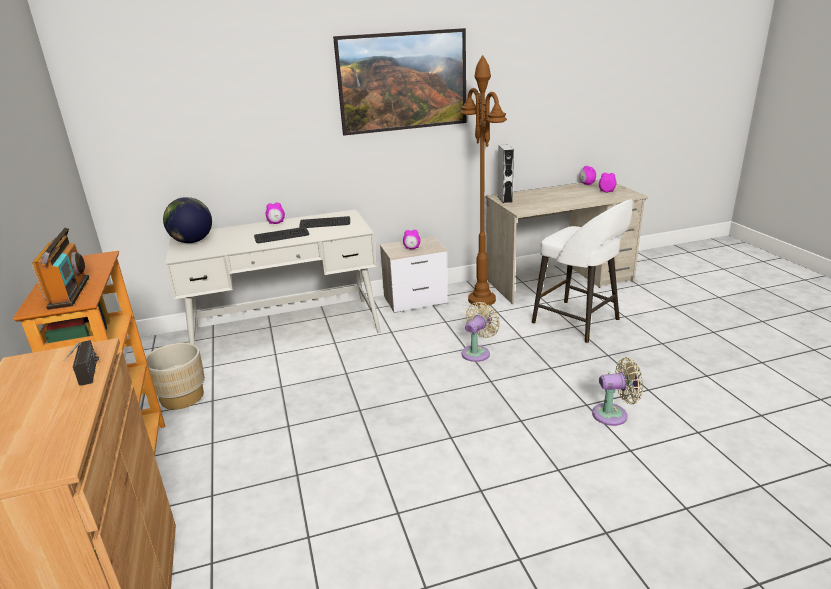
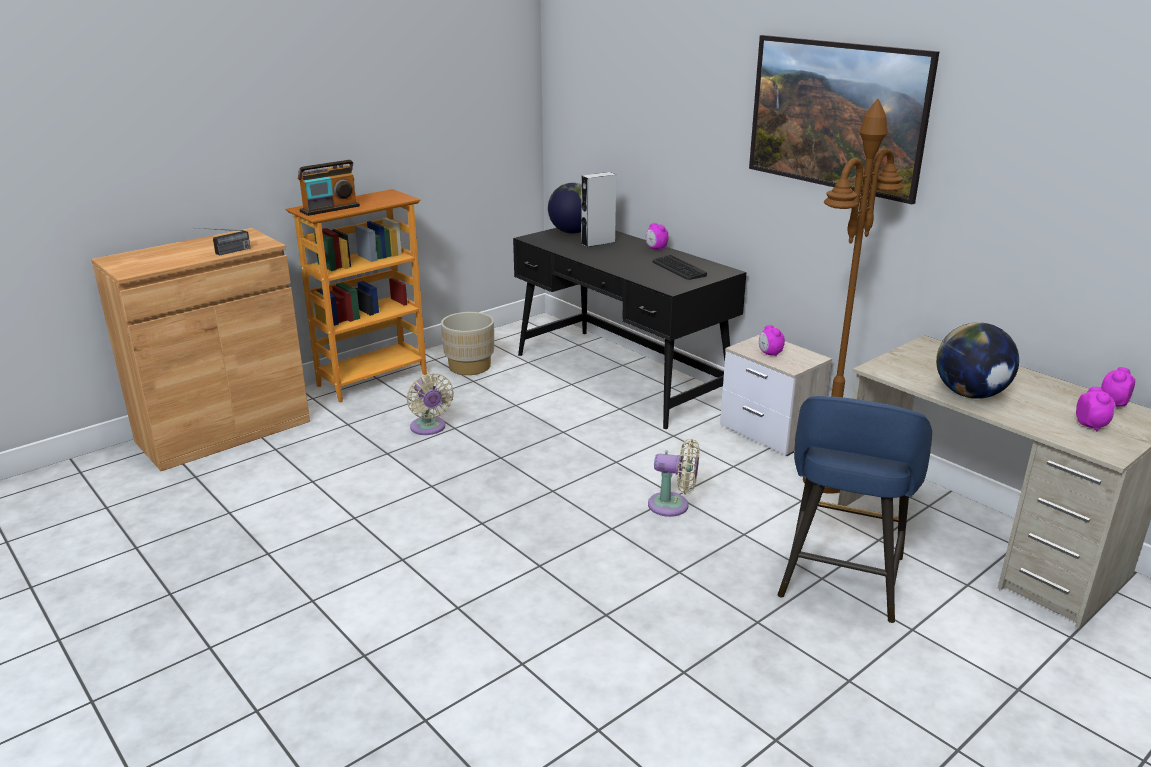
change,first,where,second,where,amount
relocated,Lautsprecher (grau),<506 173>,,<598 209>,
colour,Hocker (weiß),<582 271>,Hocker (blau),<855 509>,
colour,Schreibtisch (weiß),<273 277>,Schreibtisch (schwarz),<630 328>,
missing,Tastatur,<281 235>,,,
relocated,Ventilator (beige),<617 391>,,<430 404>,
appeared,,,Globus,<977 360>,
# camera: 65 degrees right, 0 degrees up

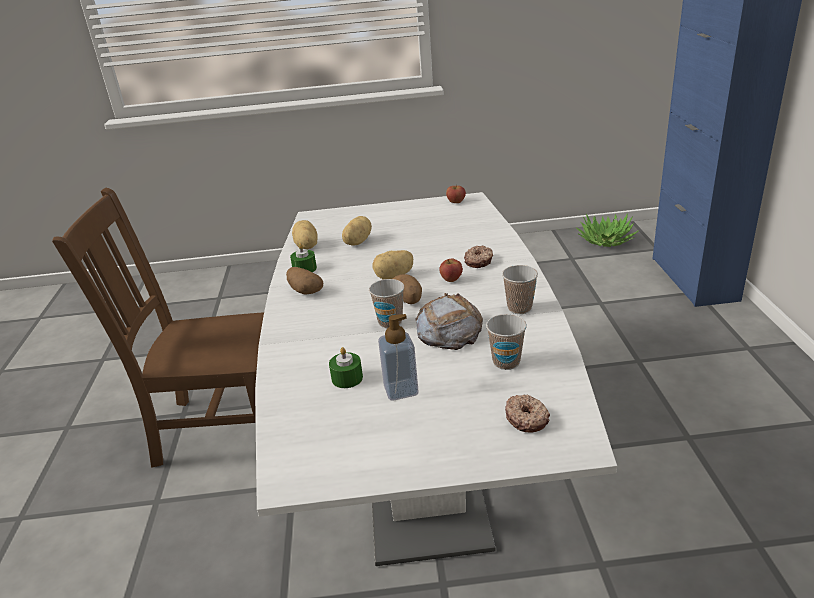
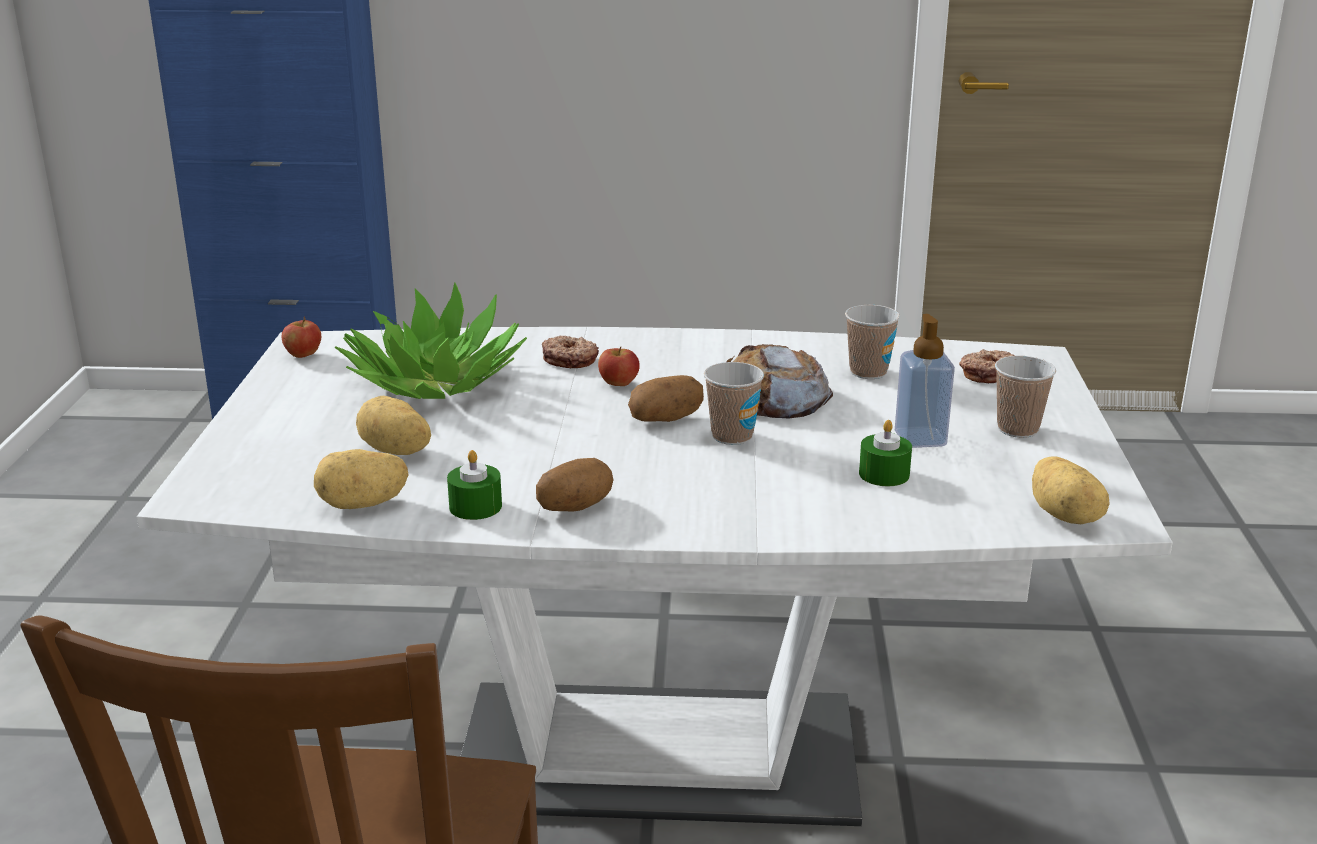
change,first,where,second,where,amount
relocated,Topfpflanze,<607 230>,,<431 340>,
relocated,Kartoffel,<393 264>,,<1071 490>,
relocated,Tasse,<520 289>,,<1025 397>,
# camera: 85 degrees left, 5 degrees down

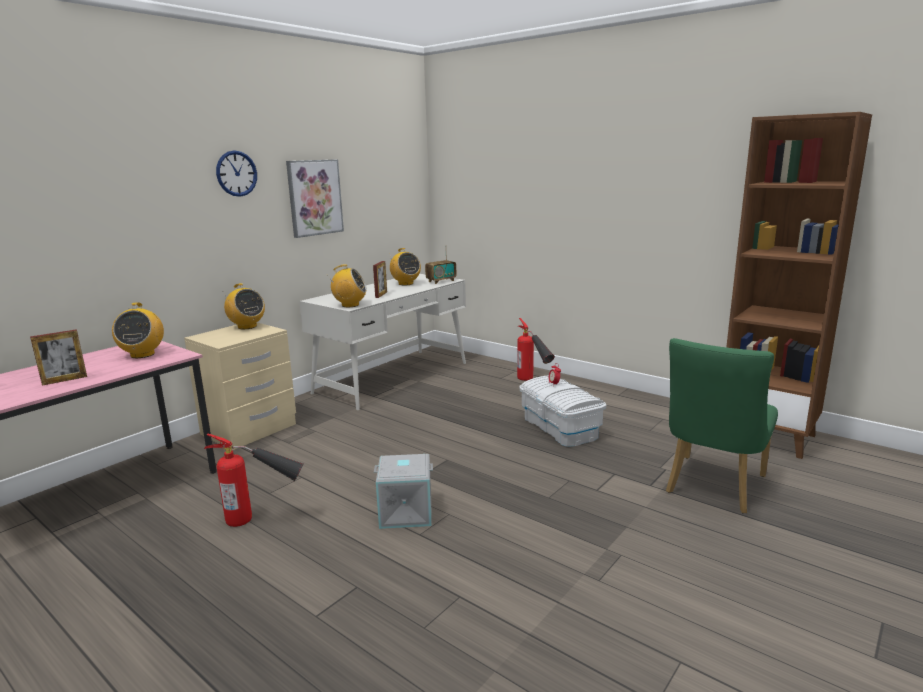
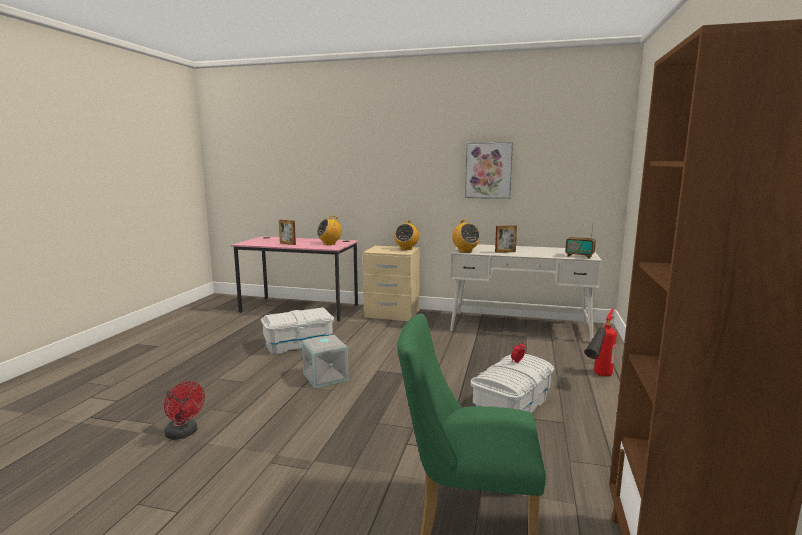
change,first,where,second,where,amount
missing,Wanduhr,<236 173>,,,
missing,Radio,<405 266>,,,
exchanged,Feuerlöscher,<254 480>,Aufbewahrungsbox (weiß),<297 331>,
appeared,,,Ventilator (rot),<184 410>,
# camera: 65 degrees right, 5 degrees down

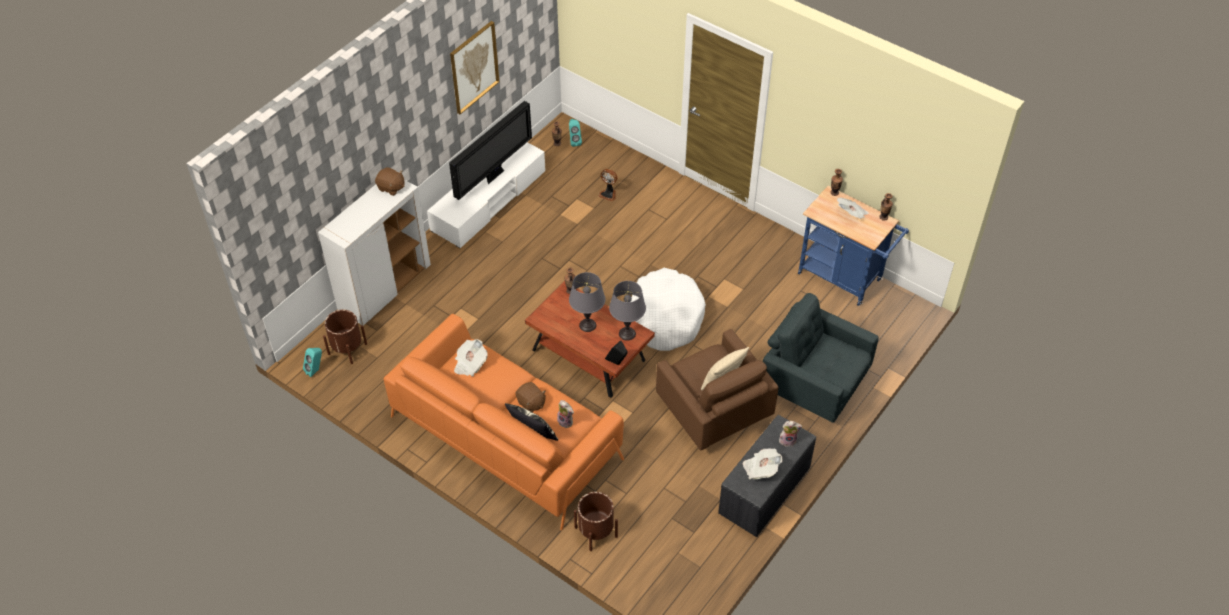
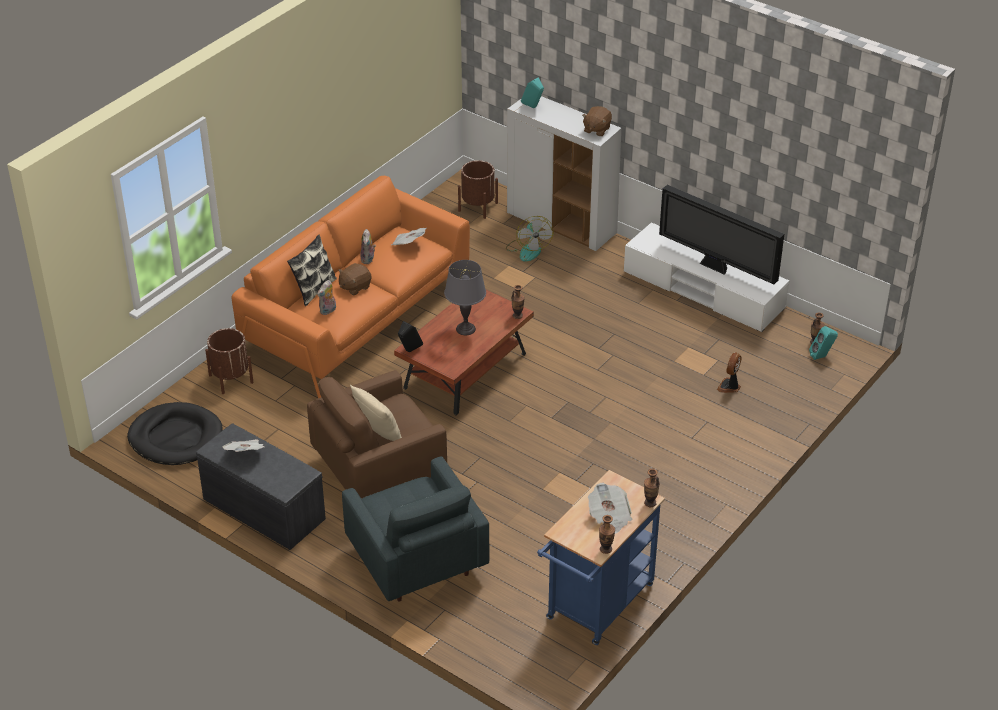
change,first,where,second,where,amount
missing,Bild,<474 67>,,,
missing,Hundebett (weiß),<668 309>,,,
missing,Tischlampe (grau),<627 311>,,,
spun,Sessel (grau),<821 358>,,<415 529>,120 degrees clockwise
relocated,Lautsprecher (türkis),<312 362>,,<532 92>,
relocated,Plüschtier,<790 434>,,<368 246>,
appeared,,,Ventilator,<530 238>,
appeared,,,Hundebett (schwarz),<175 433>,
# camera: 90 degrees right, 10 degrees down

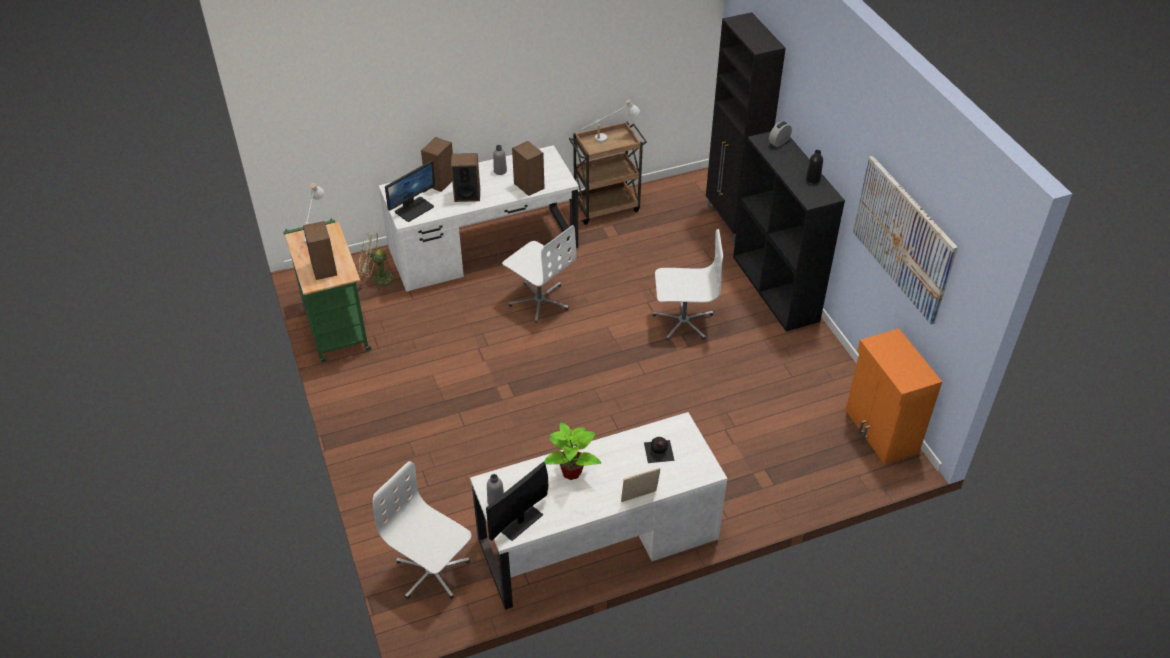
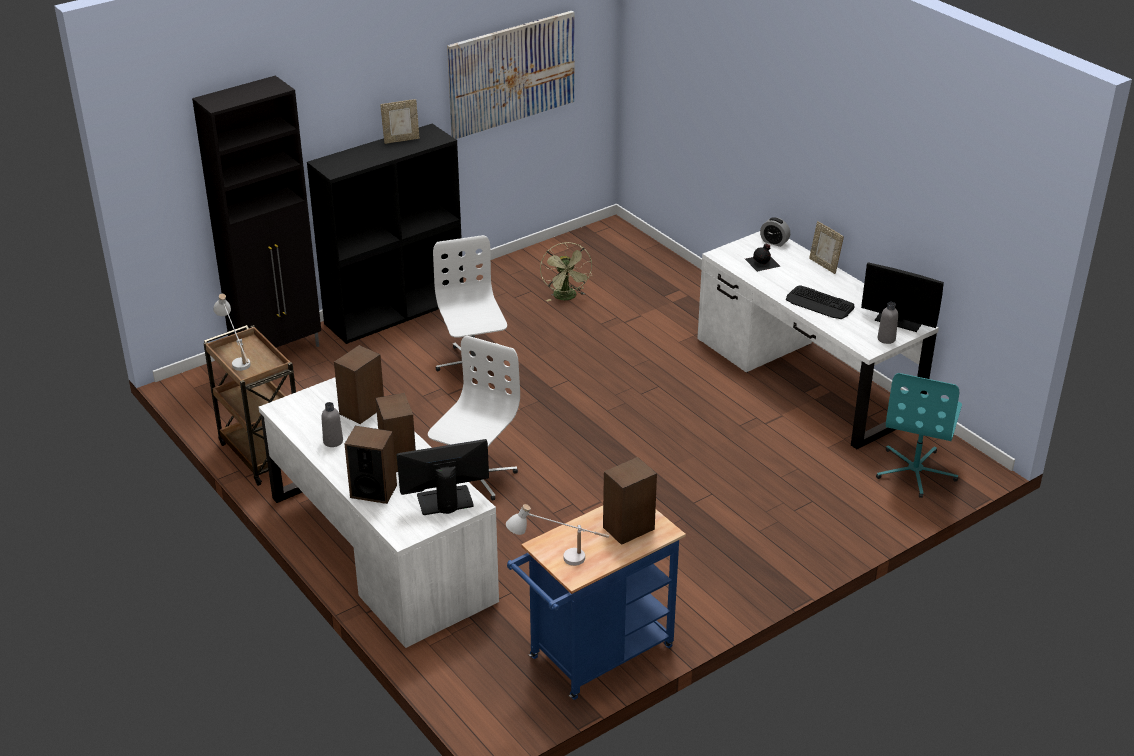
change,first,where,second,where,amount
relocated,Wecker,<780 134>,,<775 232>,
exchanged,Flasche (schwarz),<814 166>,Bilderrahmen,<400 121>,
spun,Monitor,<410 191>,,<443 477>,45 degrees counterclockwise
colour,Rollwagen (grün),<327 290>,Rollwagen (blau),<596 603>,
relocated,Ventilator (grün),<378 261>,,<566 272>,
missing,Schrank (orange),<894 396>,,,
exchanged,Topfpflanze,<572 451>,Tastatur,<820 302>,
colour,Bürostuhl (weiß),<422 530>,Bürostuhl (türkis),<919 435>,
# camera: 105 degrees left, 10 degrees down

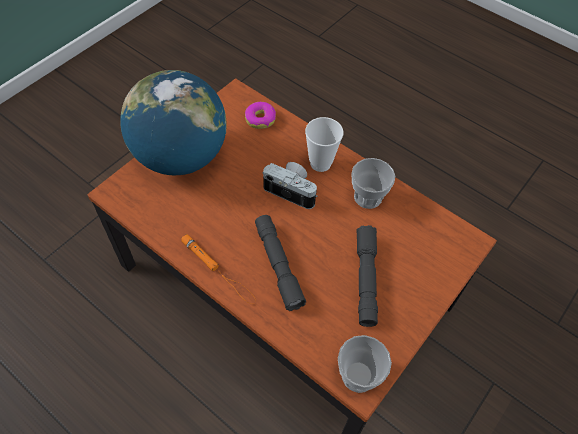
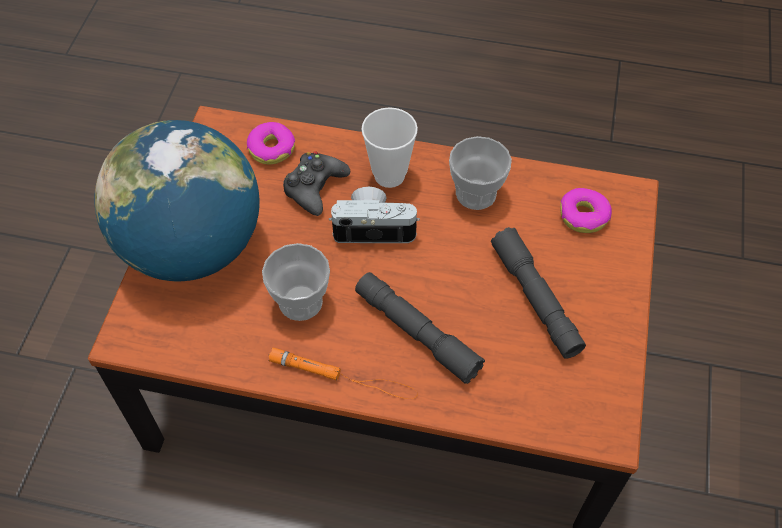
change,first,where,second,where,amount
relocated,Tasse,<365 364>,,<296 282>,
appeared,,,Gamepad (schwarz),<316 183>,
appeared,,,Donut,<586 210>,
# camera: 25 degrees left, 0 degrees up

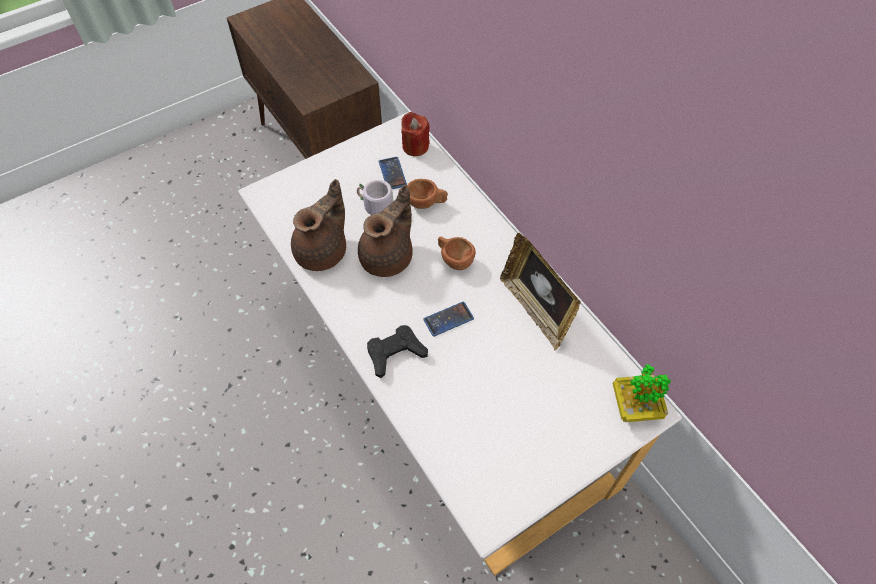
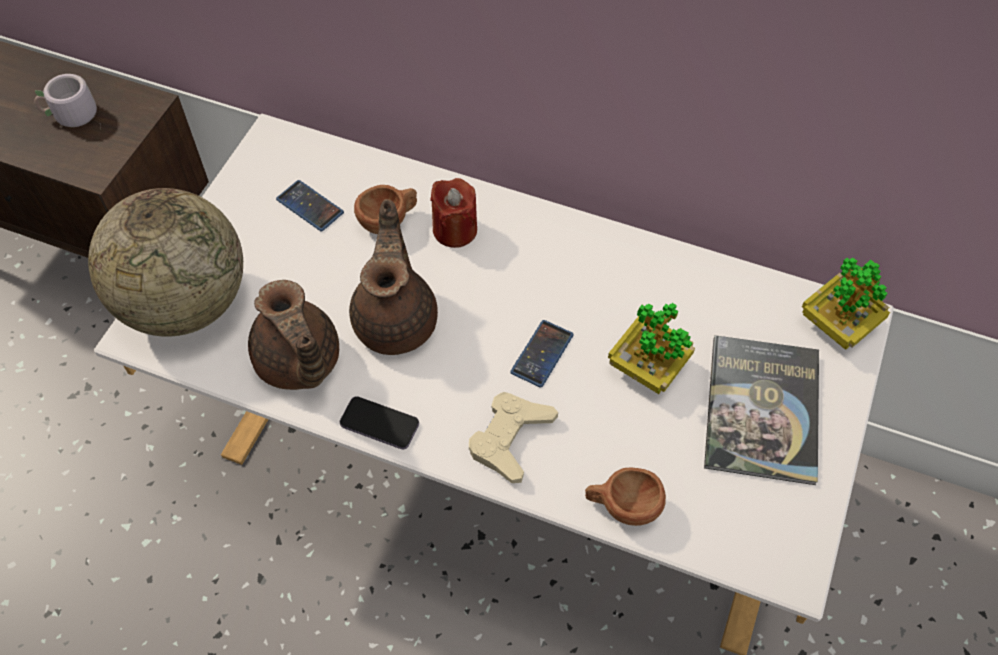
change,first,where,second,where,amount
relocated,Kerze (rot),<415 134>,,<453 213>,
spun,Teekanne (braun),<318 225>,,<293 335>,150 degrees clockwise
relocated,Henkelbecher (grau),<375 197>,,<65 100>,
missing,Bilderrahmen,<540 291>,,,
relocated,Tasse (braun),<457 253>,,<625 496>,
colour,Gamepad (schwarz),<397 351>,Gamepad (beige),<513 437>,
appeared,,,Globus,<165 262>,
appeared,,,Topfpflanze,<651 348>,
appeared,,,Buch,<761 410>,
appeared,,,Handy,<379 422>,
# camera: 35 degrees left, 0 degrees up

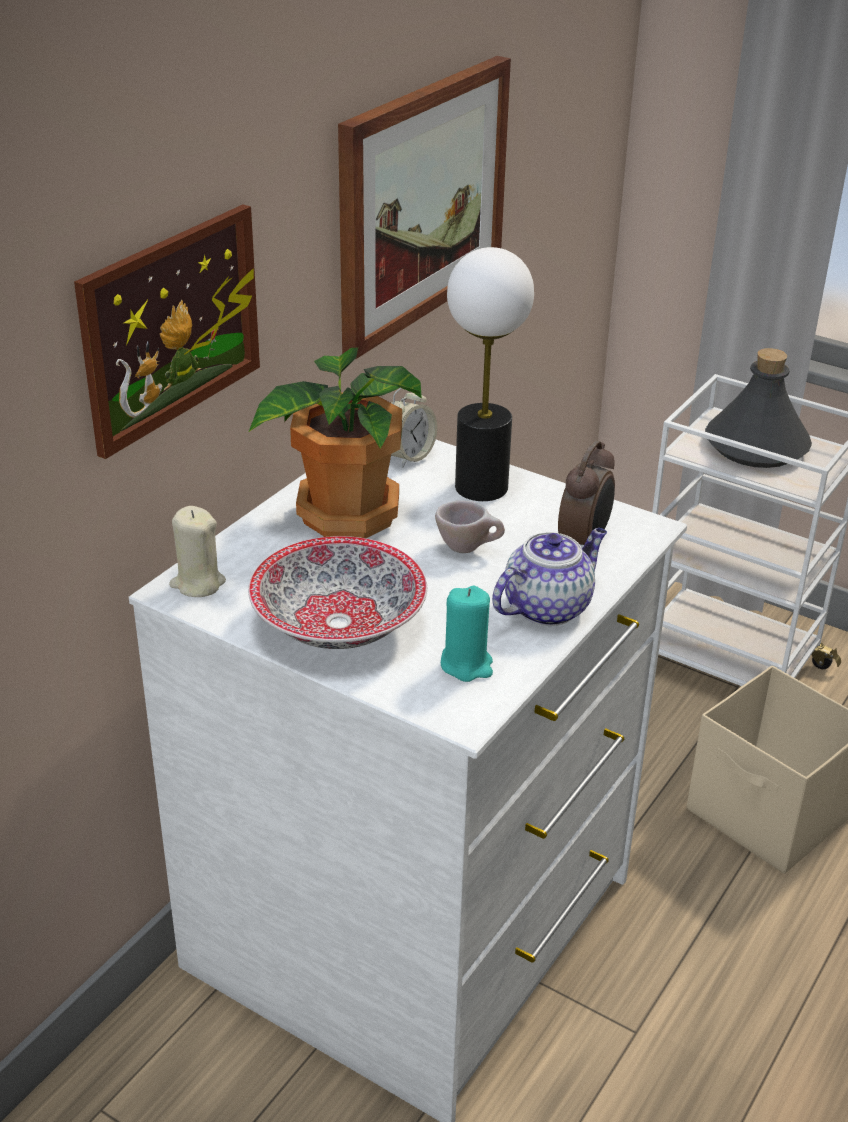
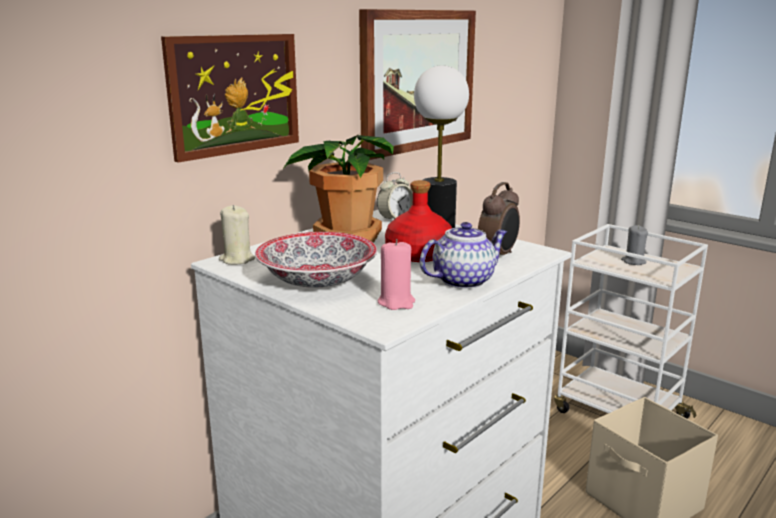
change,first,where,second,where,amount
exchanged,Flasche (grau),<758 408>,Kerze (grau),<634 245>,
exchanged,Tasse (beige),<470 527>,Flasche (rot),<418 221>,
colour,Kerze (türkis),<467 634>,Kerze (rosa),<396 274>,
# camera: 10 degrees right, 15 degrees down

